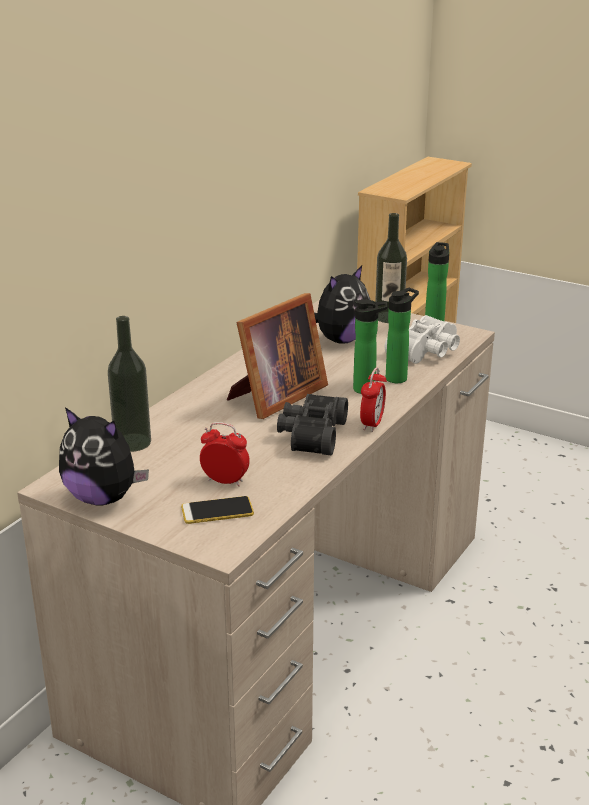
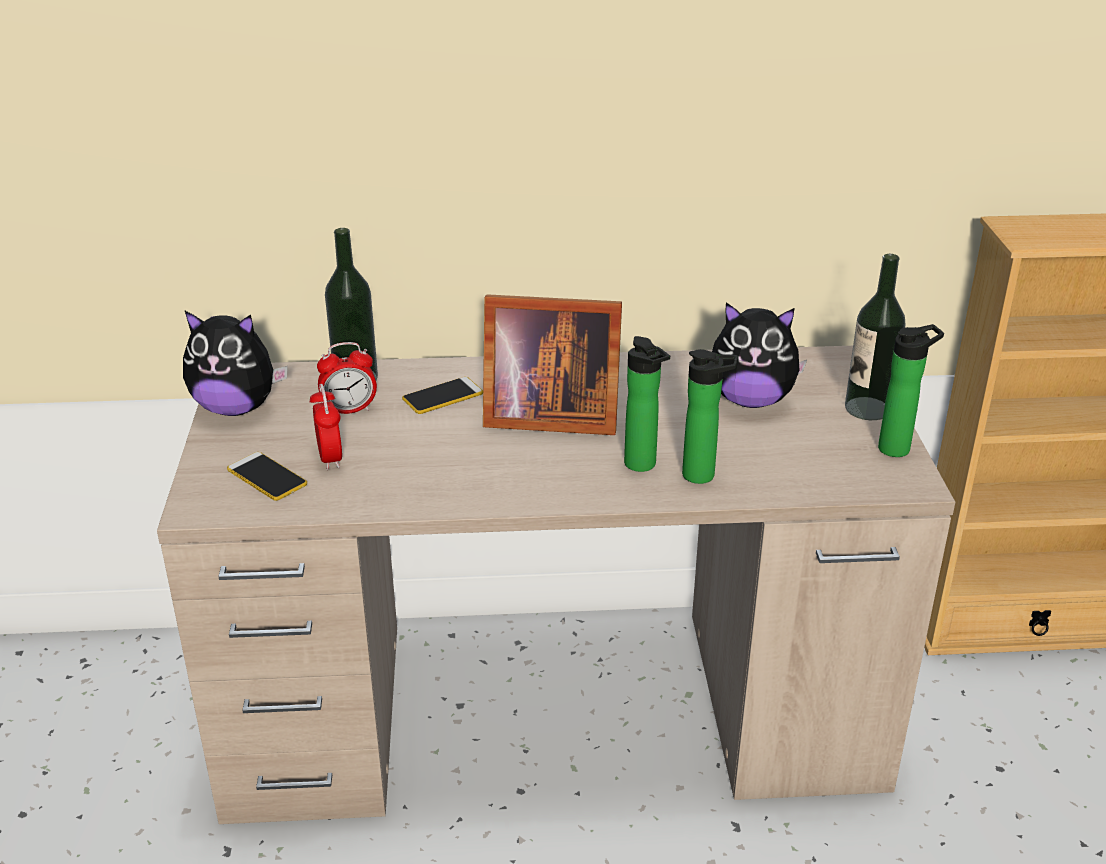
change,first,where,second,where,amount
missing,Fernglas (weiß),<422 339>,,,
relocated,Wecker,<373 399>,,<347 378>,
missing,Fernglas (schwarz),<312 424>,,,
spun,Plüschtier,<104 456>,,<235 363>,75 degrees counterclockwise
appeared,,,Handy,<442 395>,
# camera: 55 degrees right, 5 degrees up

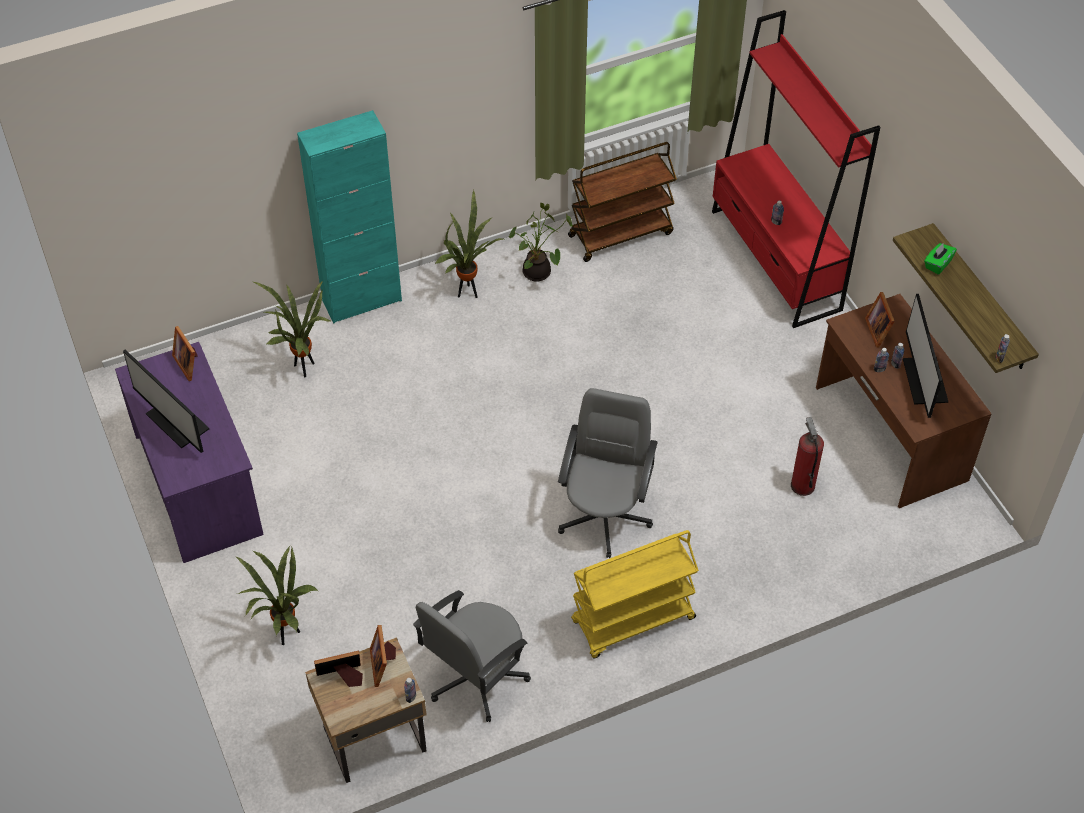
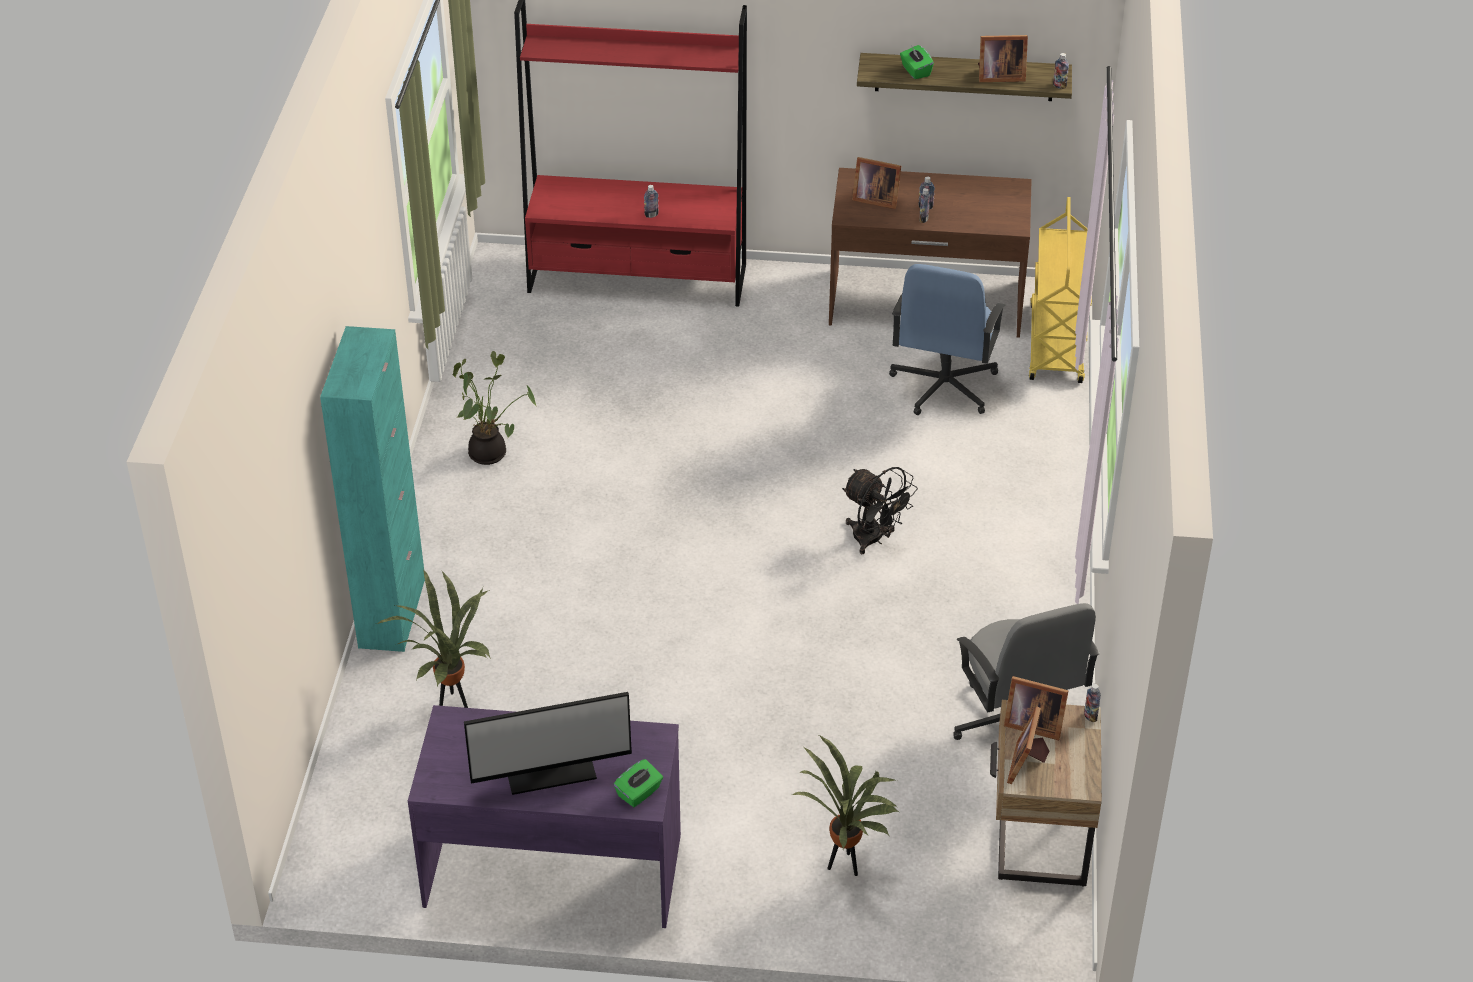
change,first,where,second,where,amount
missing,Rollwagen (braun),<622 202>,,,
missing,Topfpflanze,<468 244>,,,
missing,Monitor,<925 356>,,,
relocated,Bilderrahmen,<185 353>,,<1003 58>,
exchanged,Bürostuhl (grau),<608 473>,Ventilator (schwarz),<880 510>,
exchanged,Feuerlöscher,<807 456>,Bürostuhl (blau),<947 339>,
relocated,Rollwagen (gelb),<635 594>,,<1060 290>,
appeared,,,Taschentuchbox (grün),<638 783>,
# camera: 60 degrees left, 10 degrees down

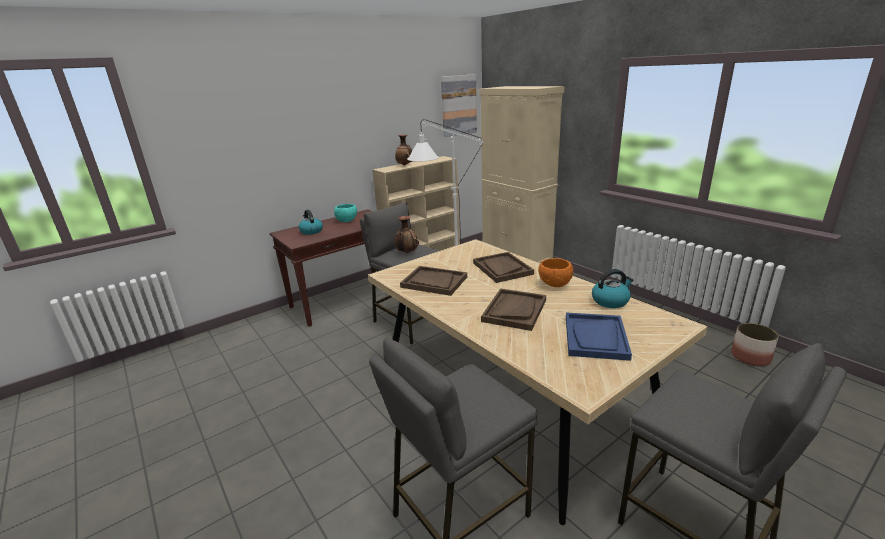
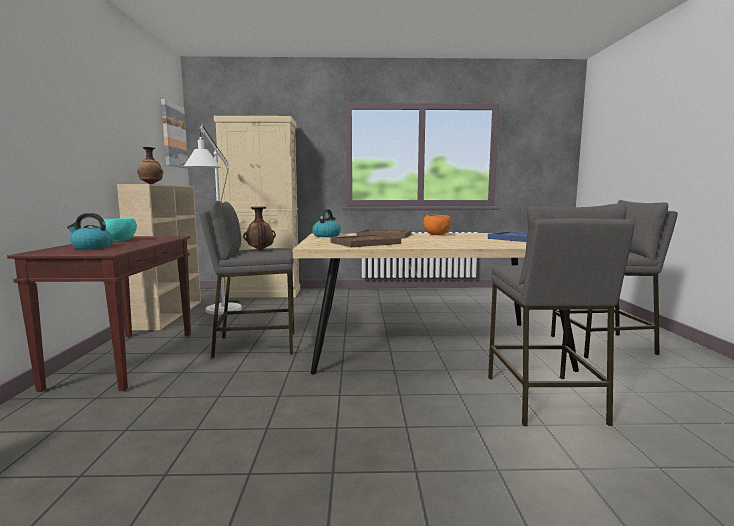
change,first,where,second,where,amount
relocated,Wasserkessel,<612 288>,,<326 223>,
missing,Tablett (braun),<513 309>,,,
missing,Pflanzkübel,<755 344>,,,
# camera: 55 degrees left, 15 degrees down

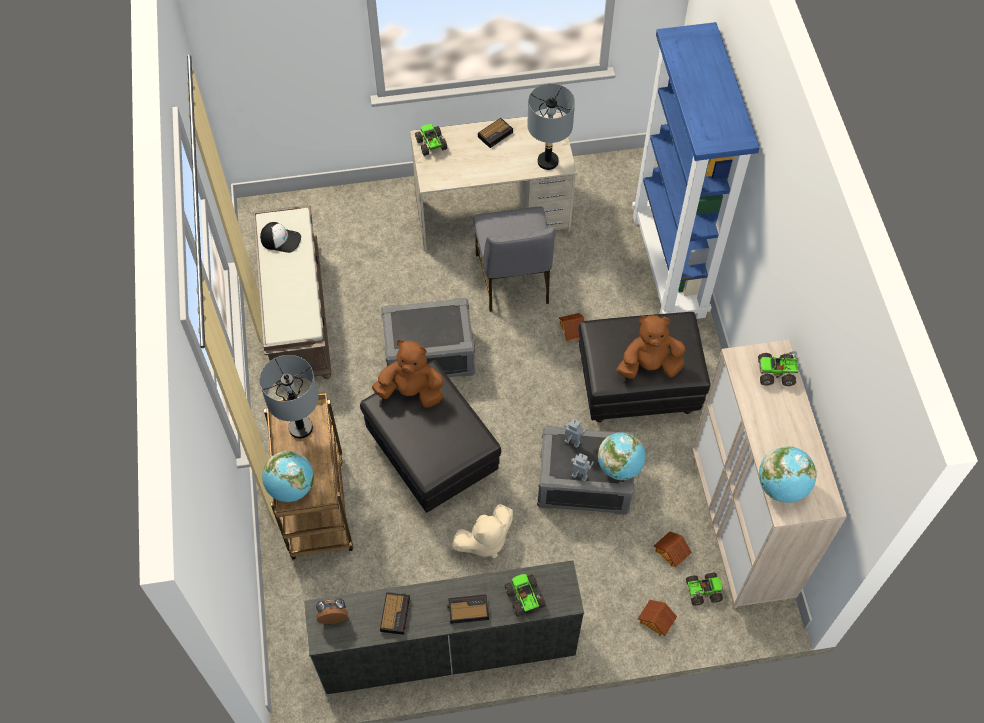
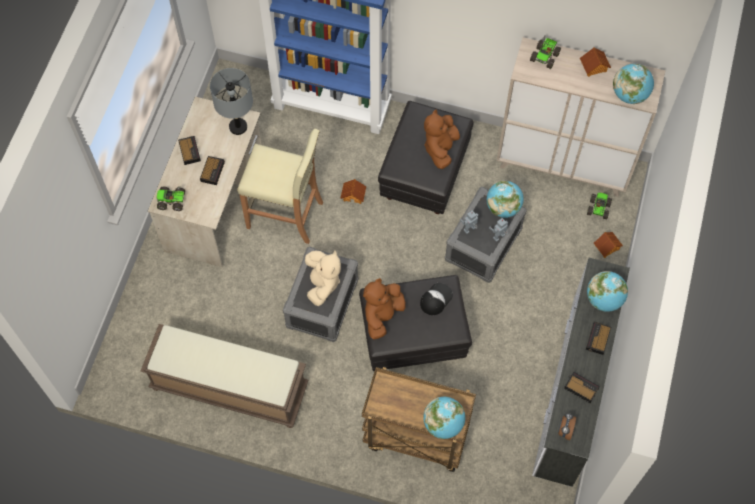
change,first,where,second,where,amount
exchanged,Stuhl (grau),<514 259>,Hocker (beige),<280 186>,
relocated,Kappe,<280 237>,,<436 299>,
missing,Tischlampe (grau),<289 397>,,,
relocated,Plüschtier (beige),<482 531>,,<323 278>,
relocated,Spielzeughaus,<673 549>,,<595 62>,
exchanged,Spielzeuglaster,<525 595>,Globus,<607 291>,
appeared,,,Wecker,<212 170>,
# camera: 65 degrees left, 5 degrees up

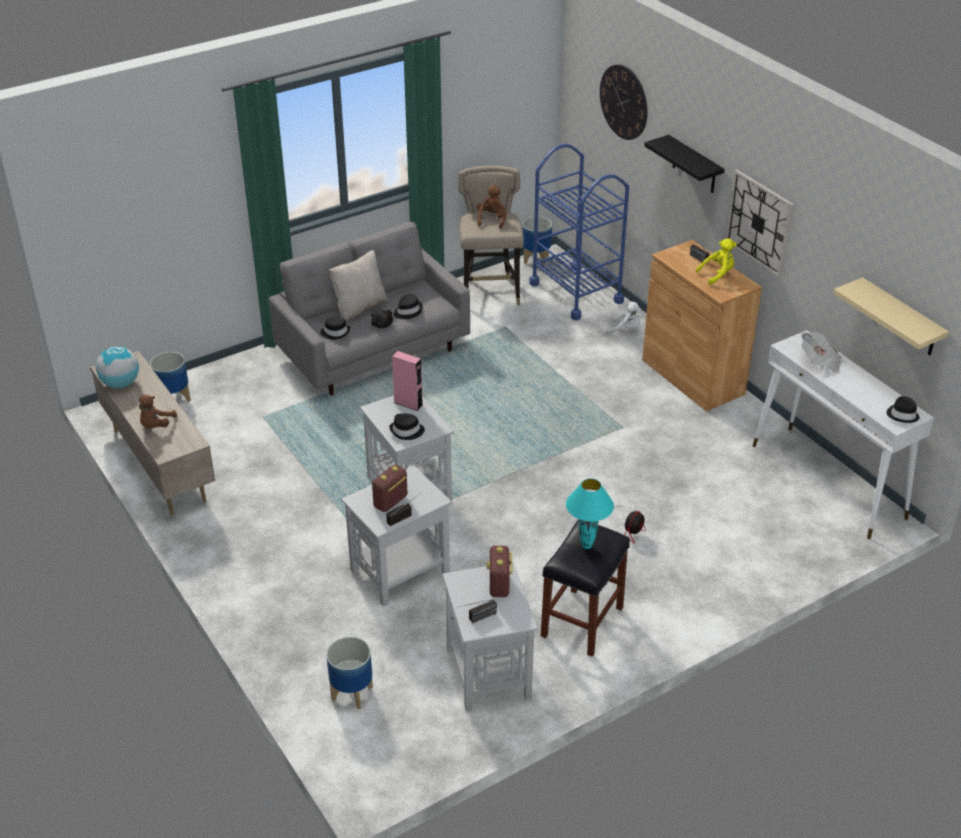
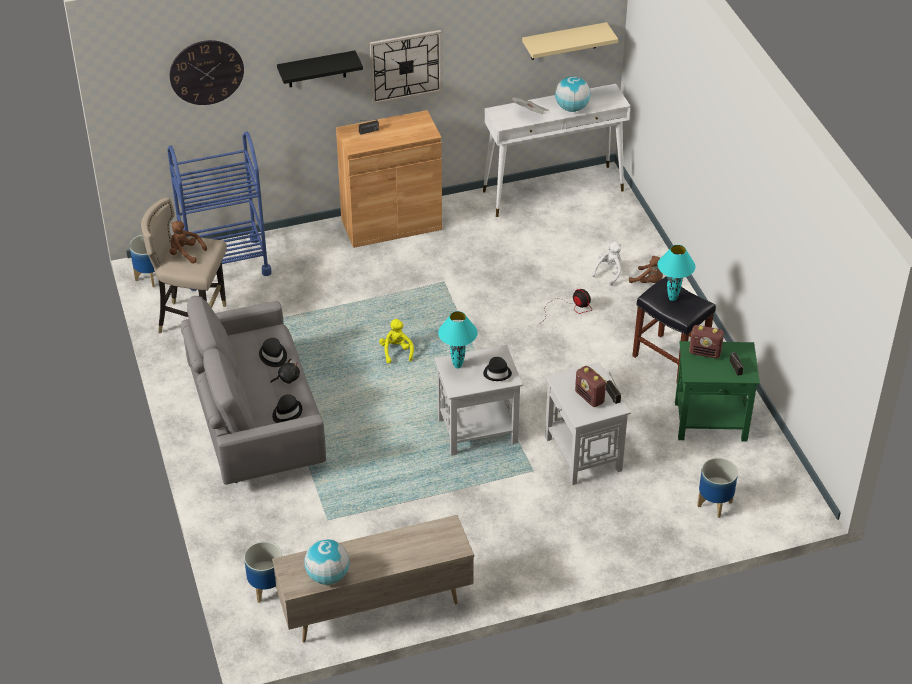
change,first,where,second,where,amount
relocated,Plüschtier (gelb),<716 261>,,<396 341>,
missing,Kissen (beige),<359 285>,,,
relocated,Plüschtier (weiß),<623 318>,,<606 264>,
exchanged,Lautsprecher (rosa),<407 381>,Tischlampe (türkis),<458 339>,
relocated,Plüschtier (braun),<158 411>,,<646 269>,
missing,Hut (schwarz),<903 409>,,,
colour,Beistelltisch (weiß),<490 637>,Beistelltisch (grün),<717 391>,
appeared,,,Globus,<572 94>,
# camera: 75 degrees left, 5 degrees up

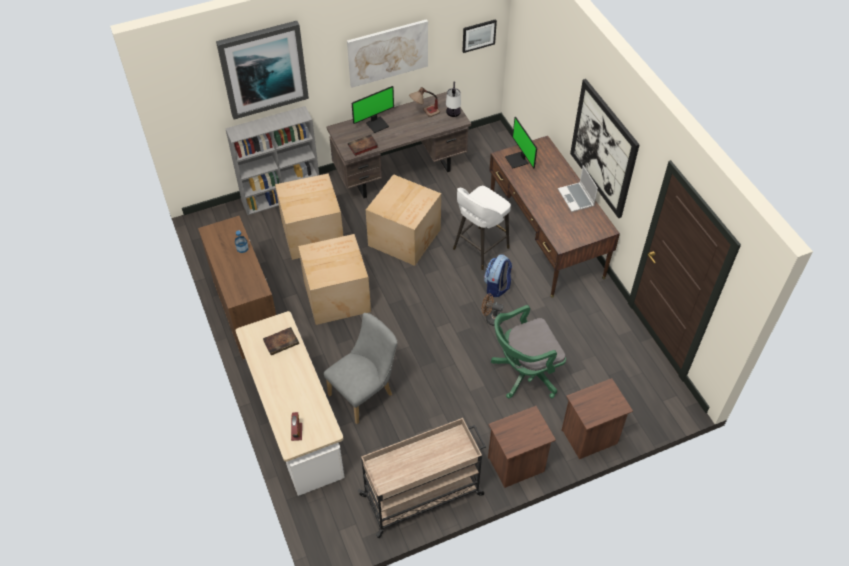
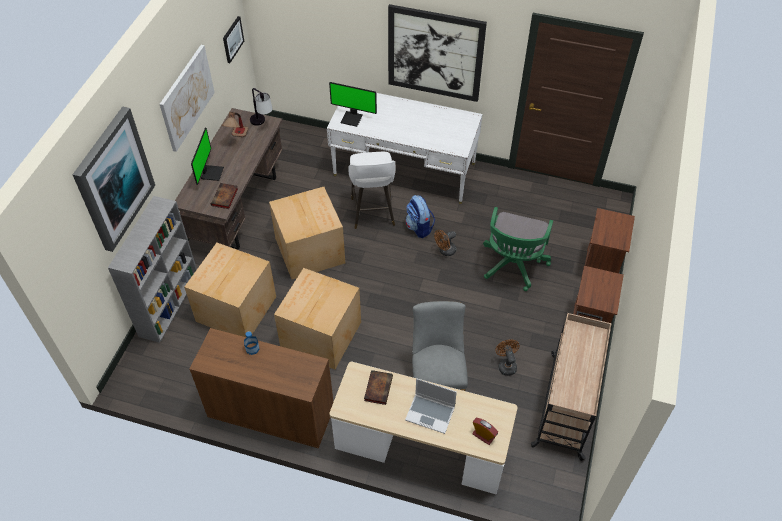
change,first,where,second,where,amount
colour,Schreibtisch (braun),<554 217>,Schreibtisch (weiß),<404 148>,
relocated,Laptop,<578 188>,,<431 406>,
appeared,,,Ventilator (braun),<507 357>,
# camera: 50 degrees left, 0 degrees up

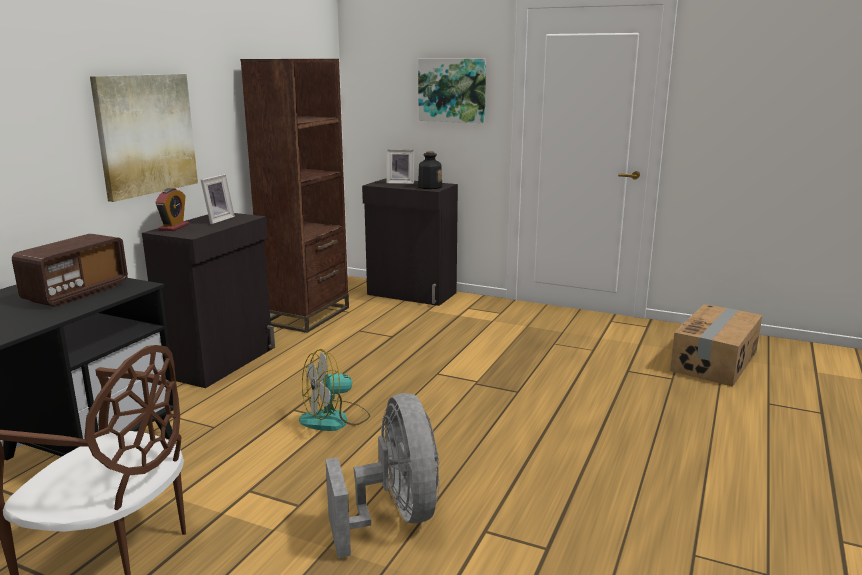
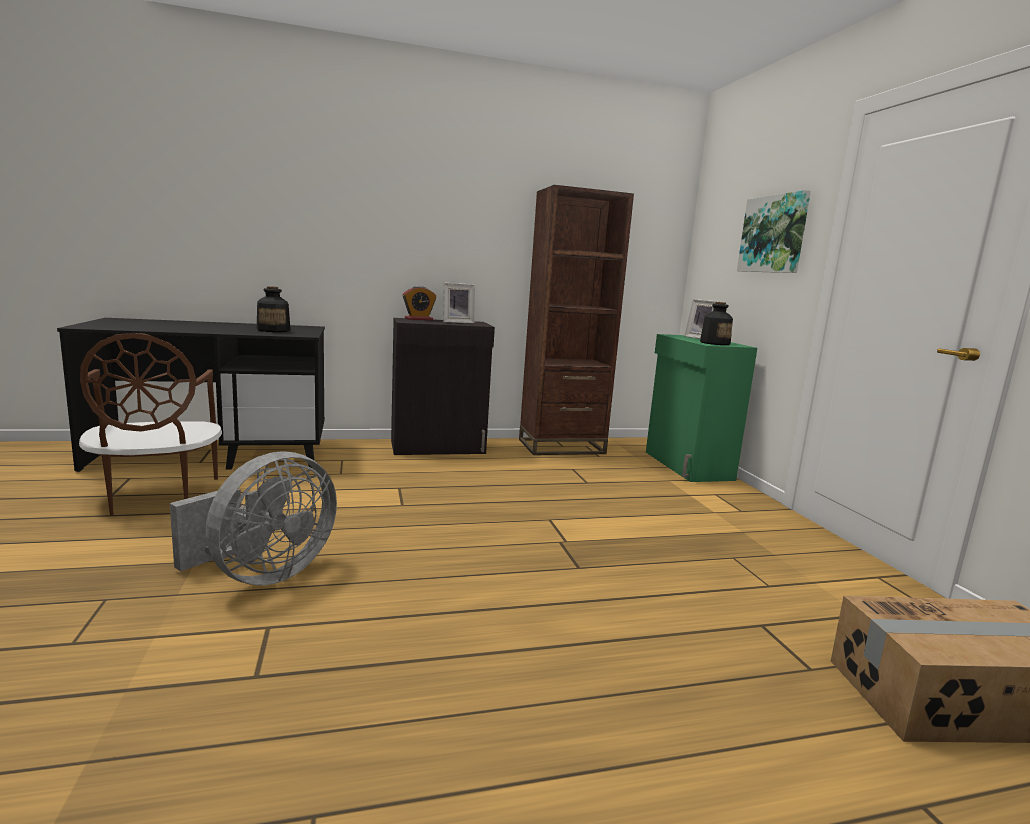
change,first,where,second,where,amount
missing,Bild,<144 138>,,,
colour,Schrank (schwarz),<410 242>,Schrank (grün),<701 408>,
exchanged,Radio,<70 270>,Flasche,<274 309>,
missing,Ventilator,<334 390>,,,
# camera: 50 degrees right, 5 degrees down

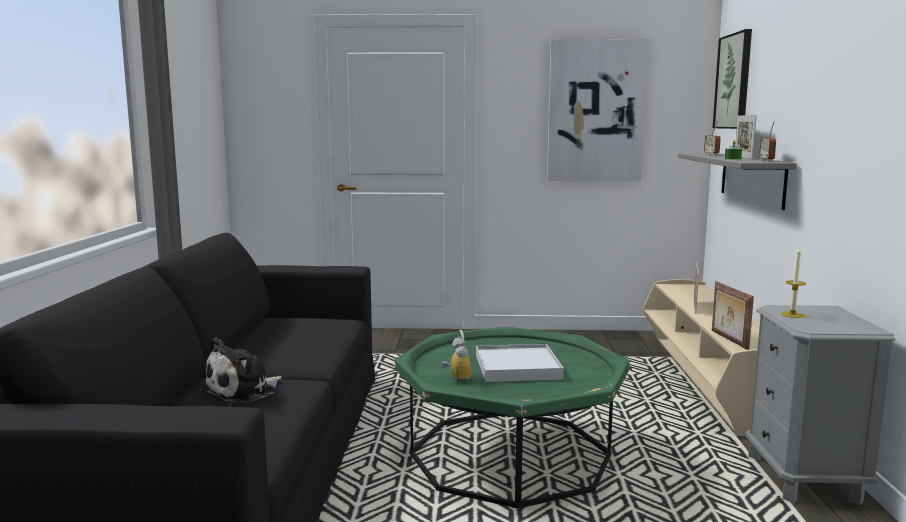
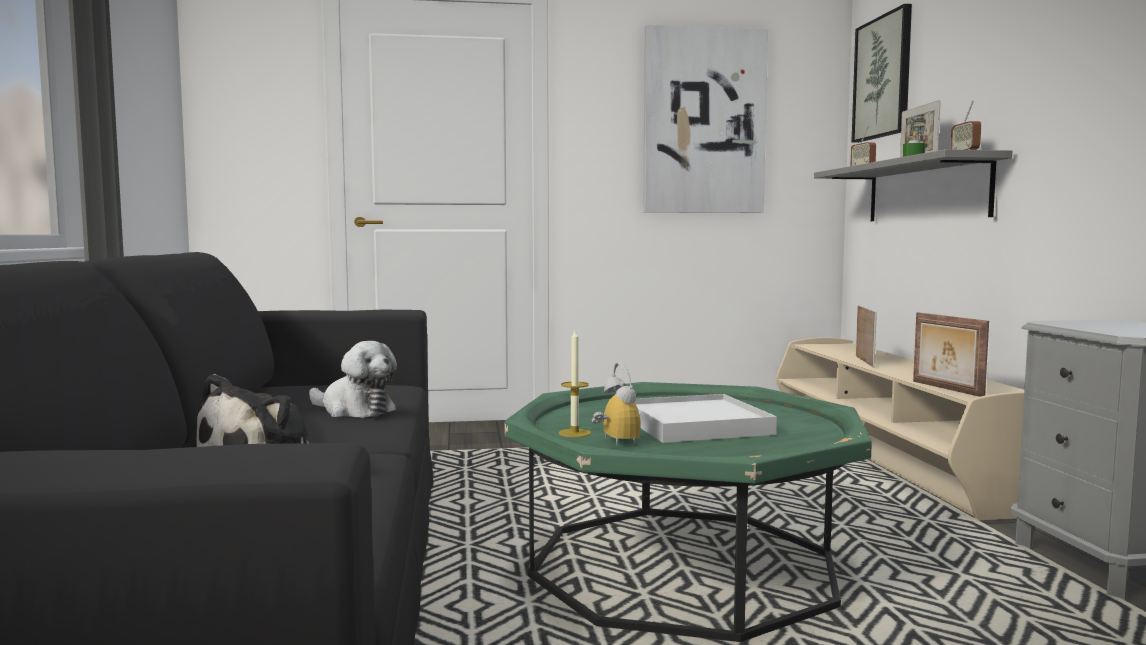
change,first,where,second,where,amount
relocated,Kerze,<793 282>,,<575 383>,
appeared,,,Plüschtier,<353 379>,
# camera: 10 degrees left, 5 degrees down

